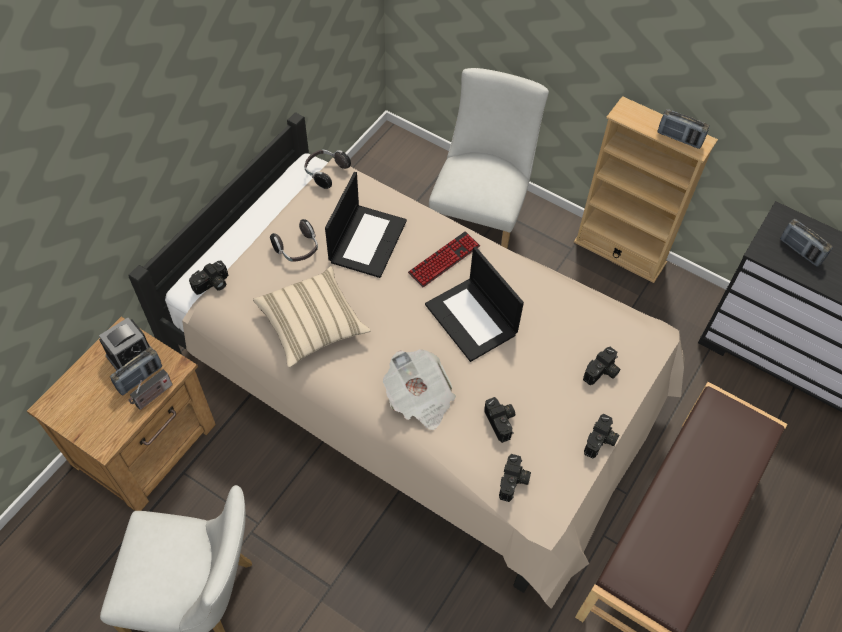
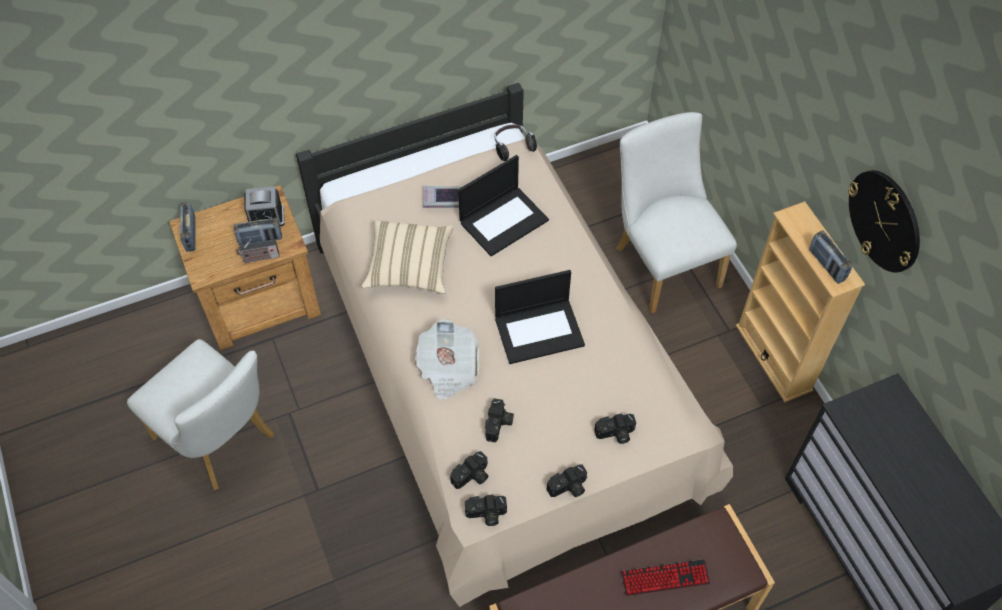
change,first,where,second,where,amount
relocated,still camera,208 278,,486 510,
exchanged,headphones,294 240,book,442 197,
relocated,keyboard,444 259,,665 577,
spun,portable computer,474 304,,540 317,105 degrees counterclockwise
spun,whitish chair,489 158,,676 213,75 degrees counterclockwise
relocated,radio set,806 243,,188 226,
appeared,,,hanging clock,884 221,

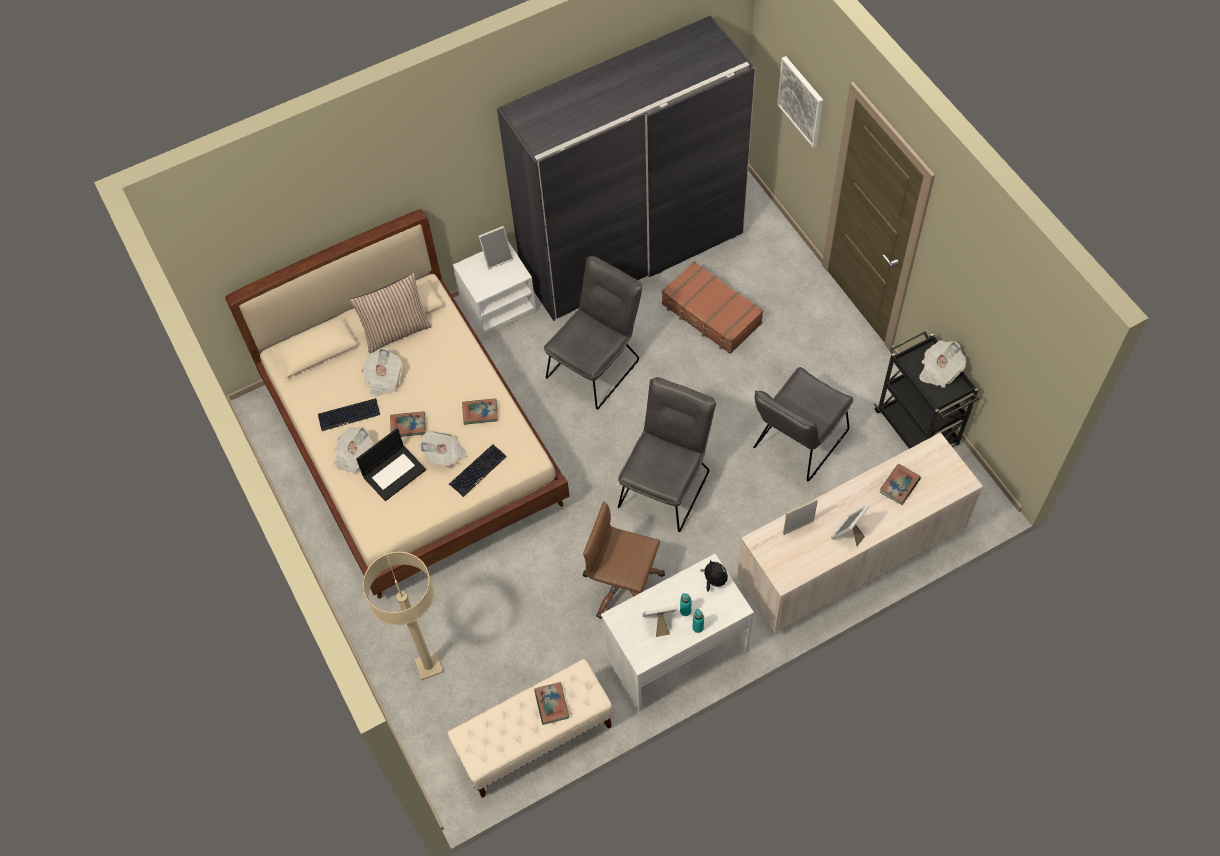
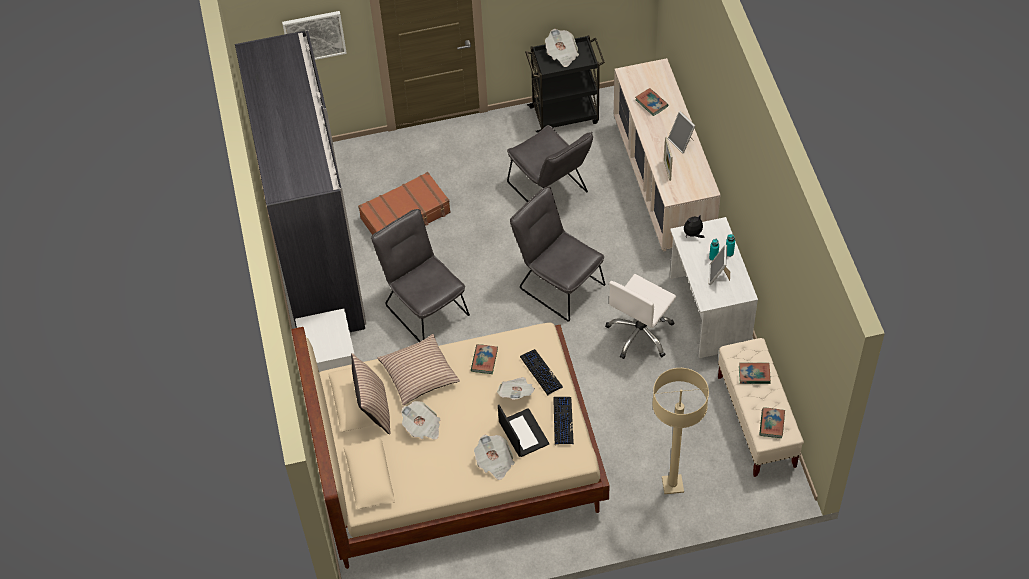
change,first,where,second,where,amount
relocated,keyboard,349 414,,563 420,
relocated,book,408 424,,772 422,
missing,standing frame,496 247,,,
colour,brownish desk chair,624 560,whitish desk chair,640 316,
appeared,,,cushion,418 369,

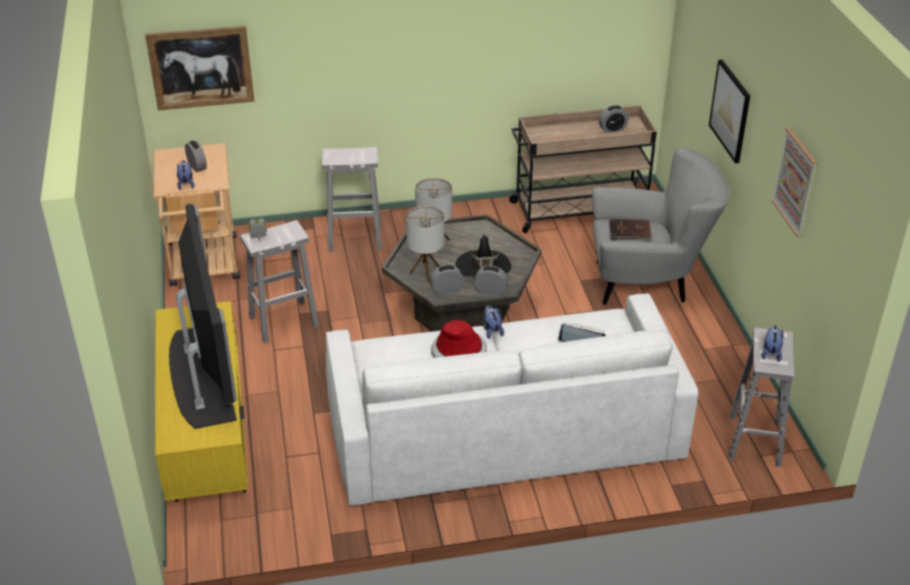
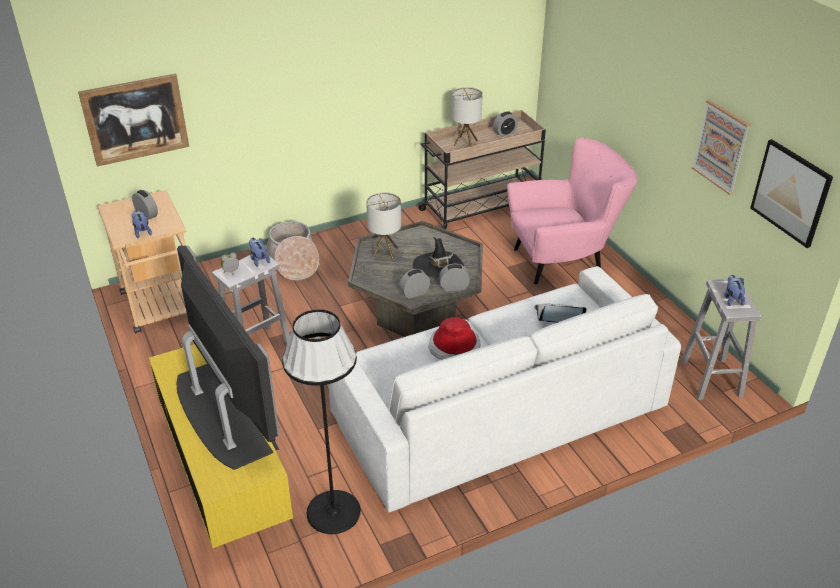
change,first,where,second,where,amount
exchanged,whitish stool seat,352 199,household basket,293 251,
relocated,lamp for a table,425 244,,467 117,
relocated,cuddly toy,494 322,,259 252,
colour,greyish armchair,660 226,pink-coloured armchair,572 211,
missing,brownish book,631 230,,,
relocated,picture,729 111,,791 193,
appeared,,,blackish standing lamp,321 421,

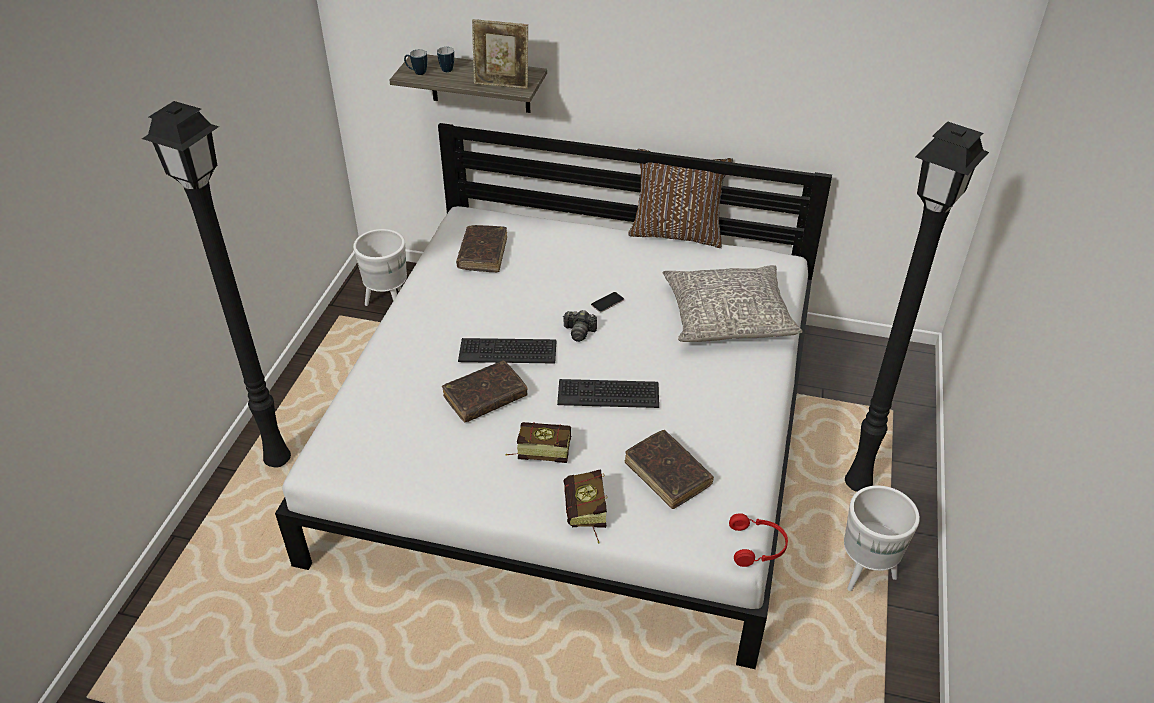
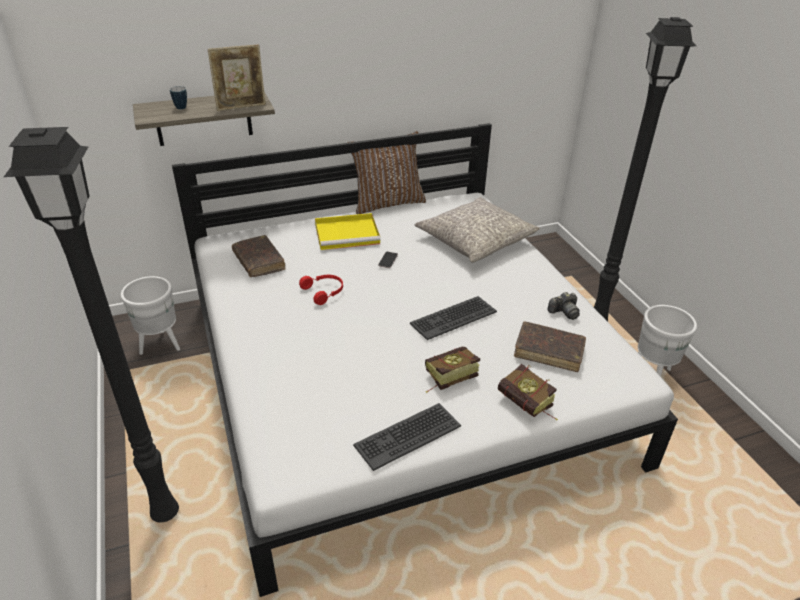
change,first,where,second,where,amount
missing,mug,415 62,,,
missing,brownish book,485 391,,,
relocated,keyboard,507 351,,407 437,
relocated,still camera,580 326,,563 306,
relocated,red-coloured headphones,758 540,,321 290,
appeared,,,yellow-coloured tray,347 231,

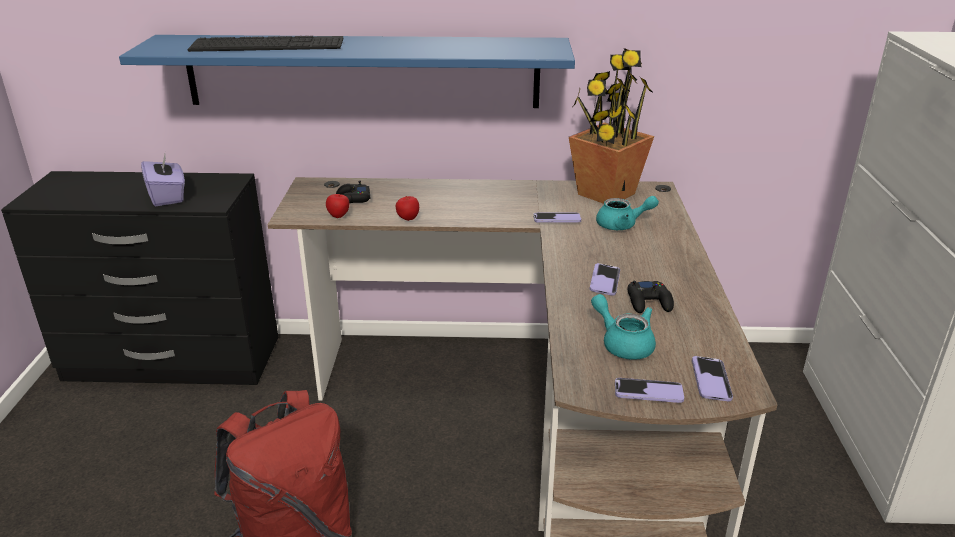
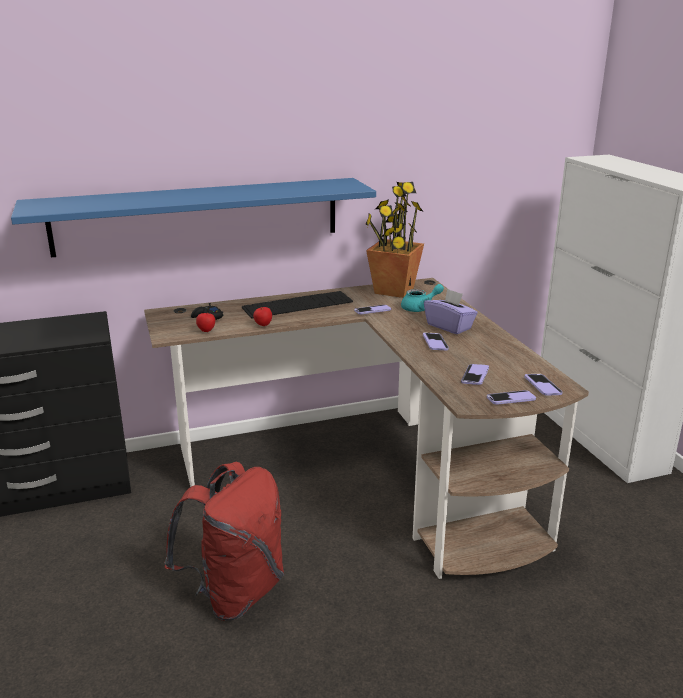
change,first,where,second,where,amount
relocated,purplish tissue box,163 180,,451 312,
relocated,keyboard,265 44,,297 305,
exchanged,blue-green tea pot,623 327,handset,475 374,
missing,blackish joypad,650 297,,,

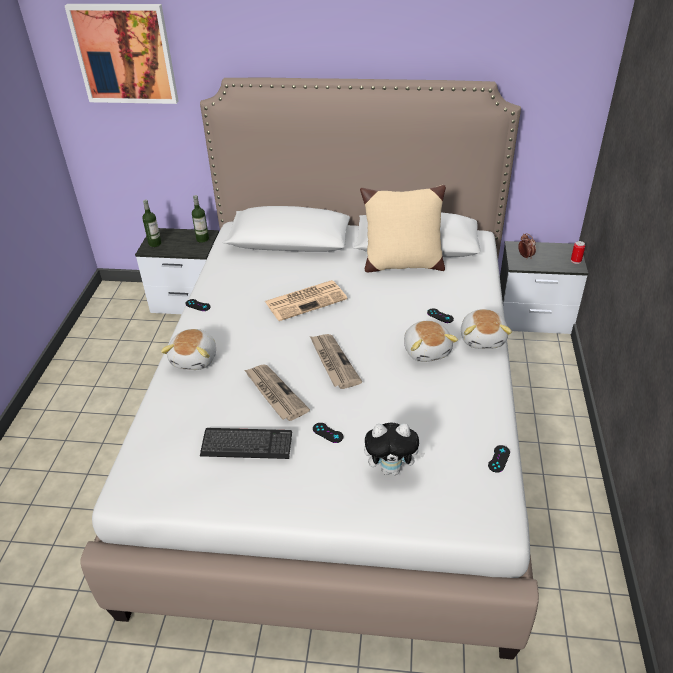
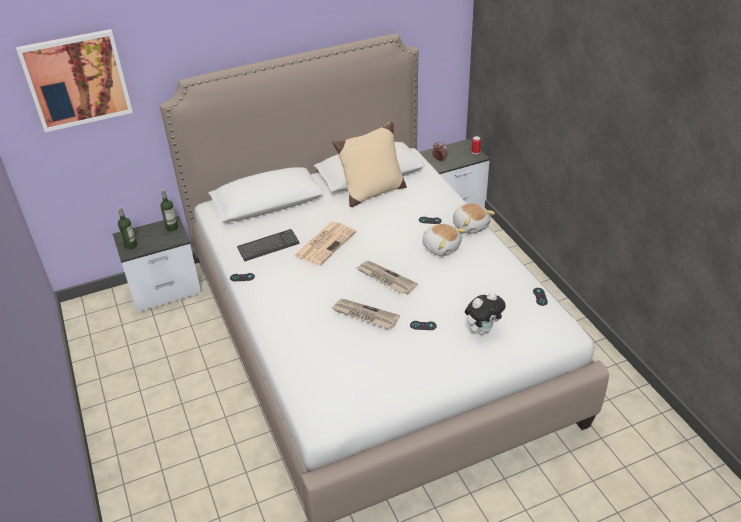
change,first,where,second,where,amount
missing,cuddly toy,188 349,,,
relocated,keyboard,246 443,,268 245,

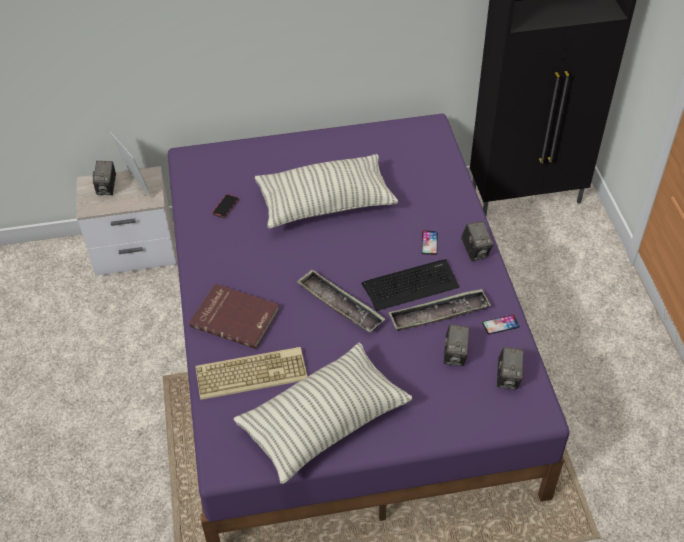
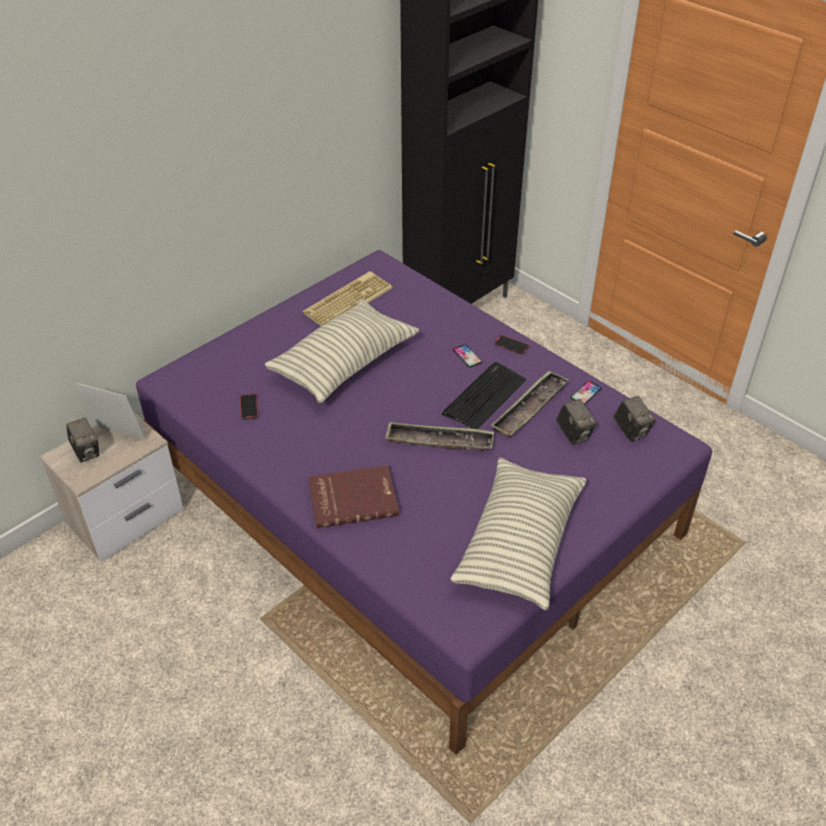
change,first,where,second,where,amount
relocated,keyboard,251 373,,348 298,
exchanged,still camera,477 241,handset,511 344,

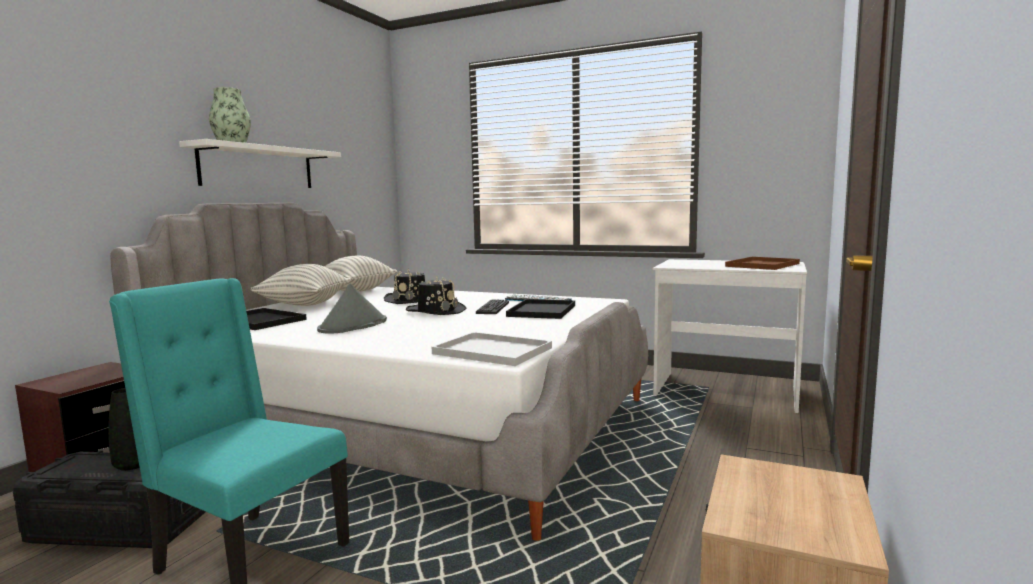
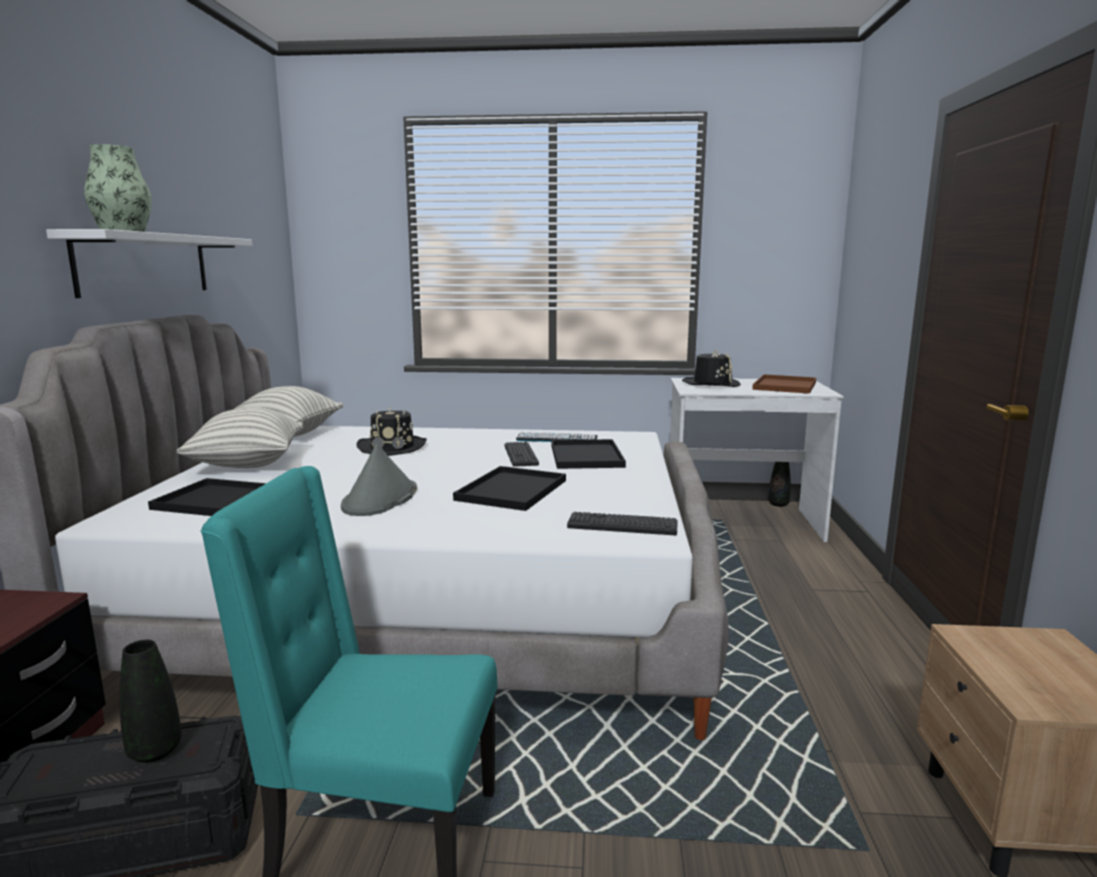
change,first,where,second,where,amount
relocated,blackish wearable hat,436 296,,711 368,
exchanged,whitish tray,492 349,keyboard,622 523,
appeared,,,blackish tray,509 488,
appeared,,,blackish decorative vase,779 484,

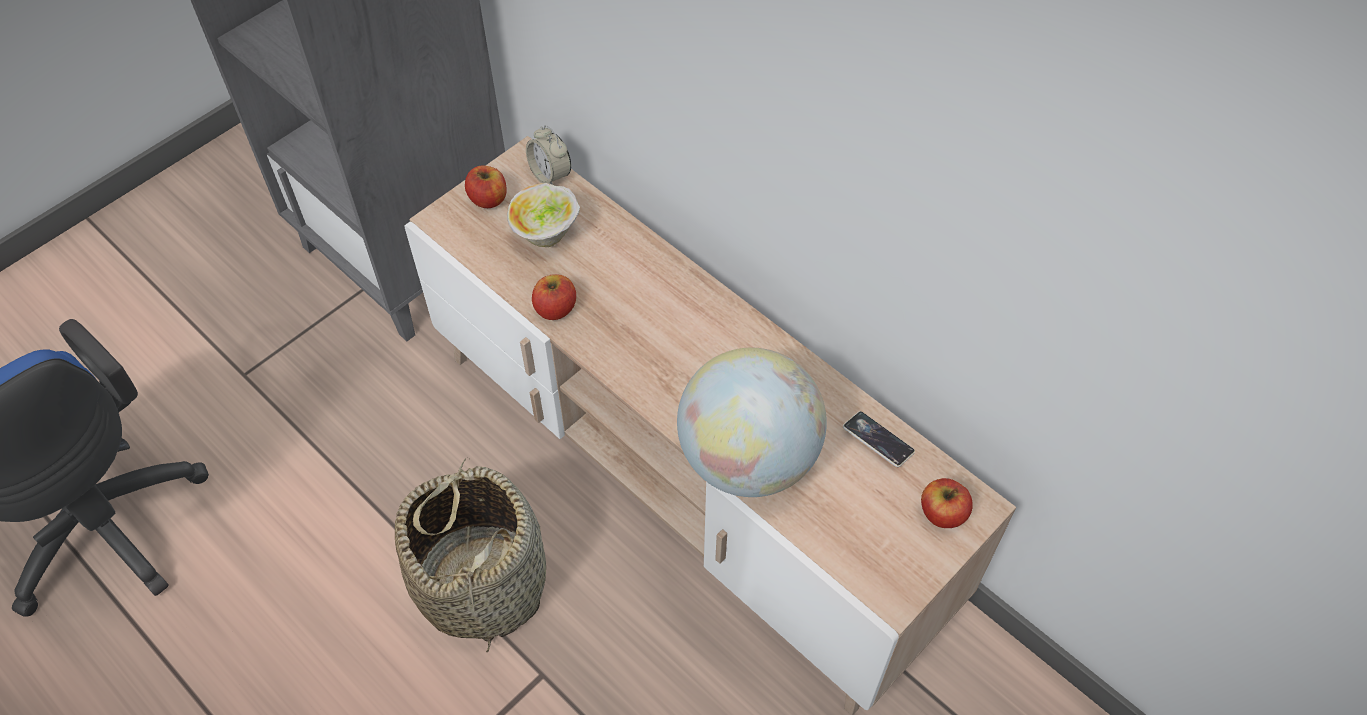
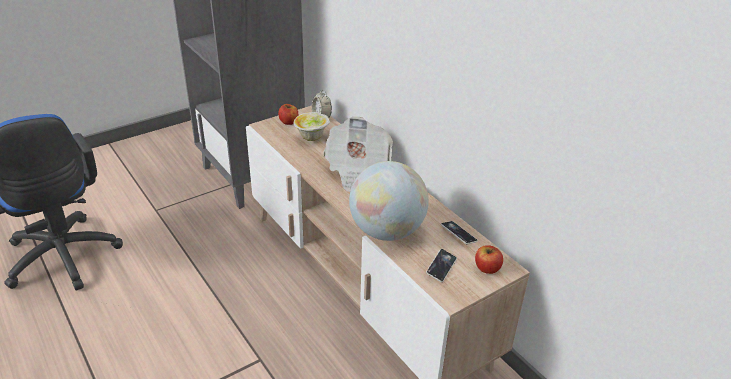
change,first,where,second,where,amount
missing,household basket,470 555,,,
missing,apple,554 297,,,
appeared,,,printed paper,358 154,
appeared,,,handset,441 265,

